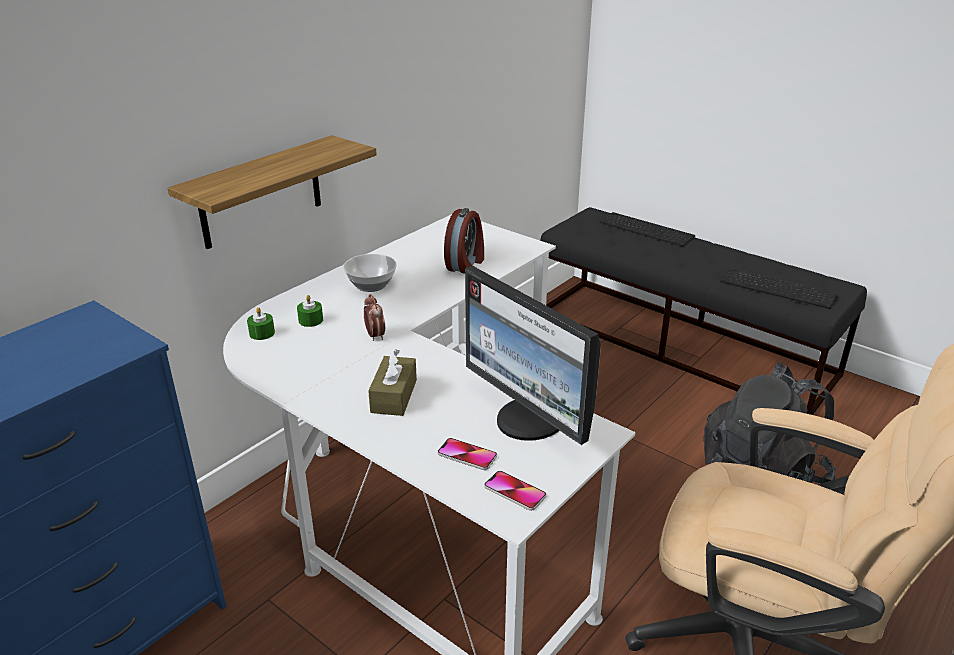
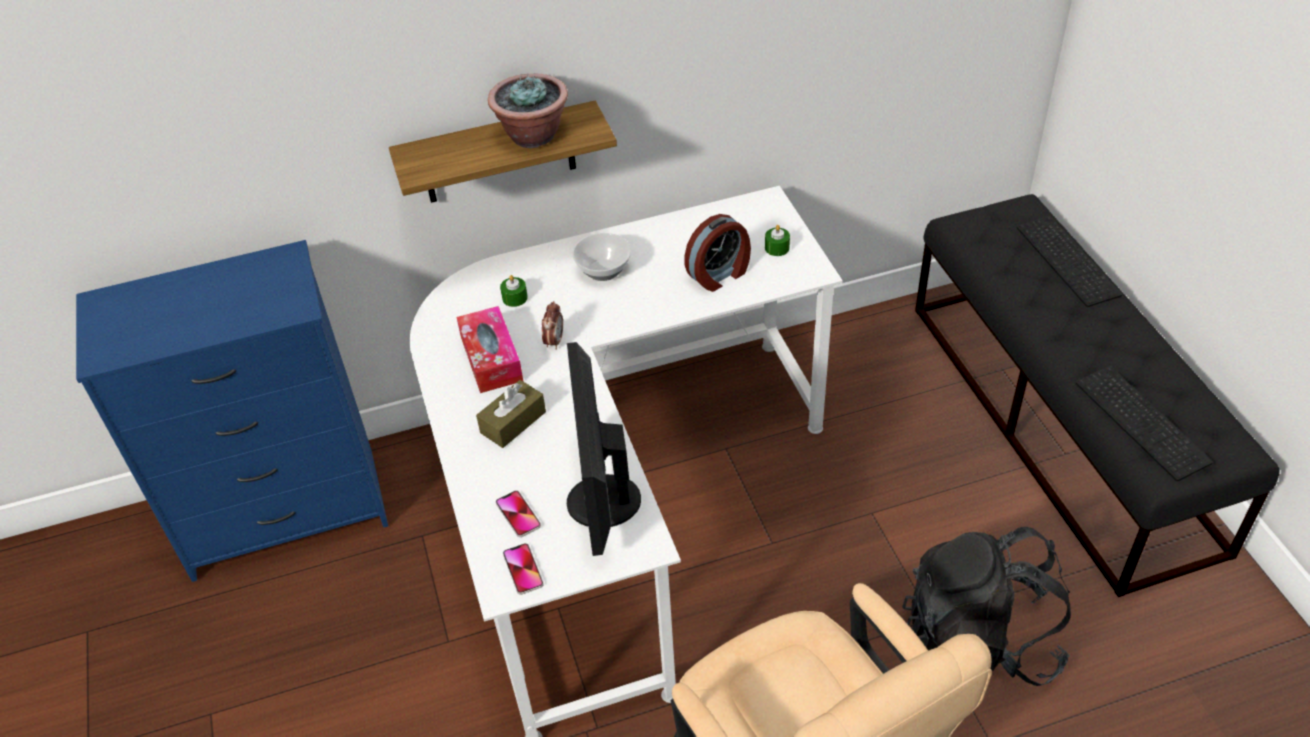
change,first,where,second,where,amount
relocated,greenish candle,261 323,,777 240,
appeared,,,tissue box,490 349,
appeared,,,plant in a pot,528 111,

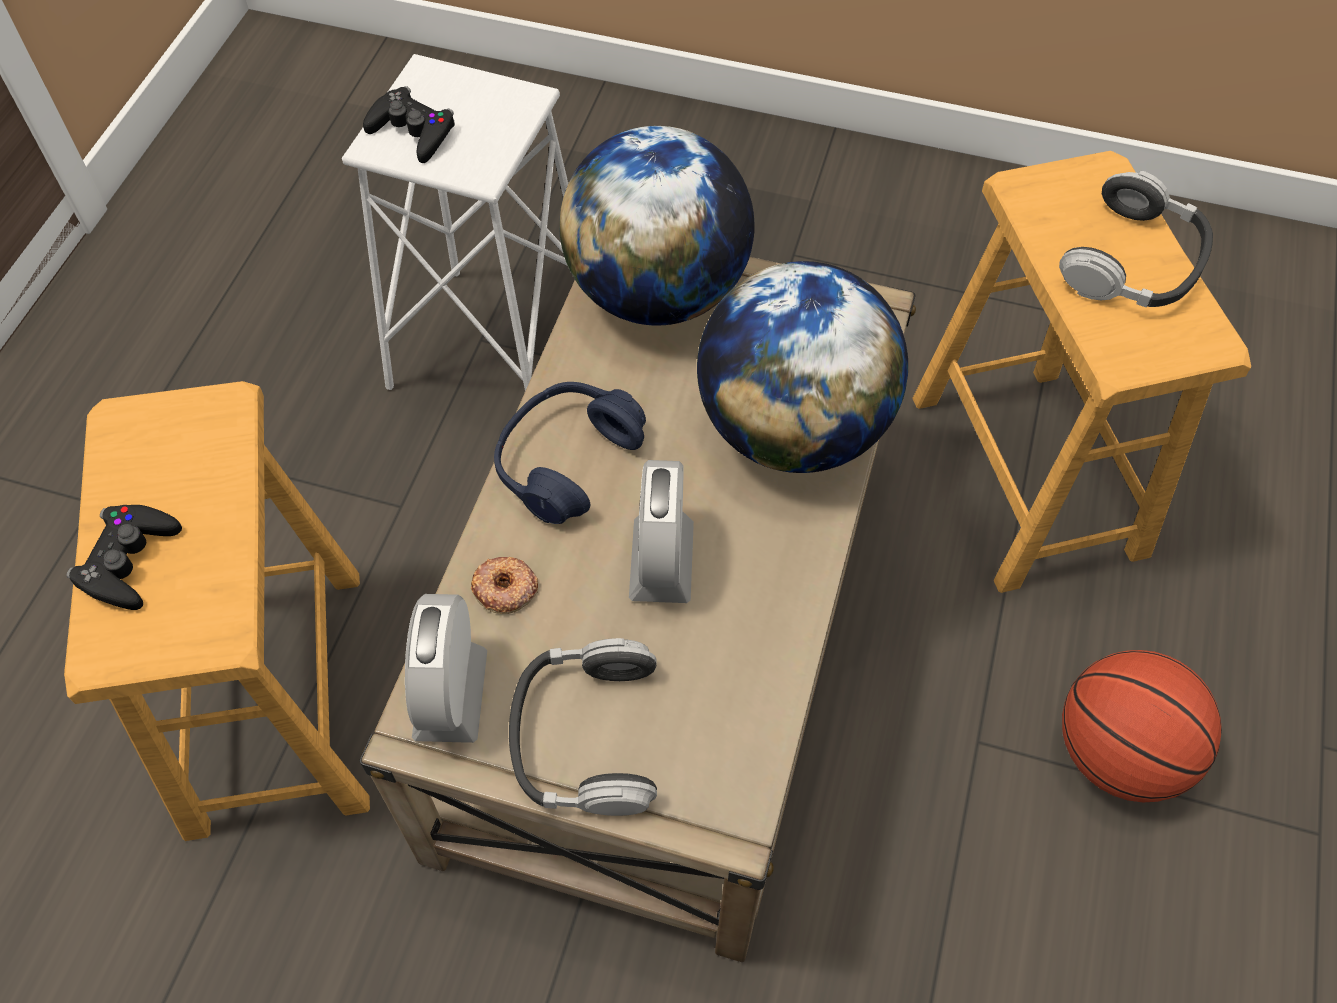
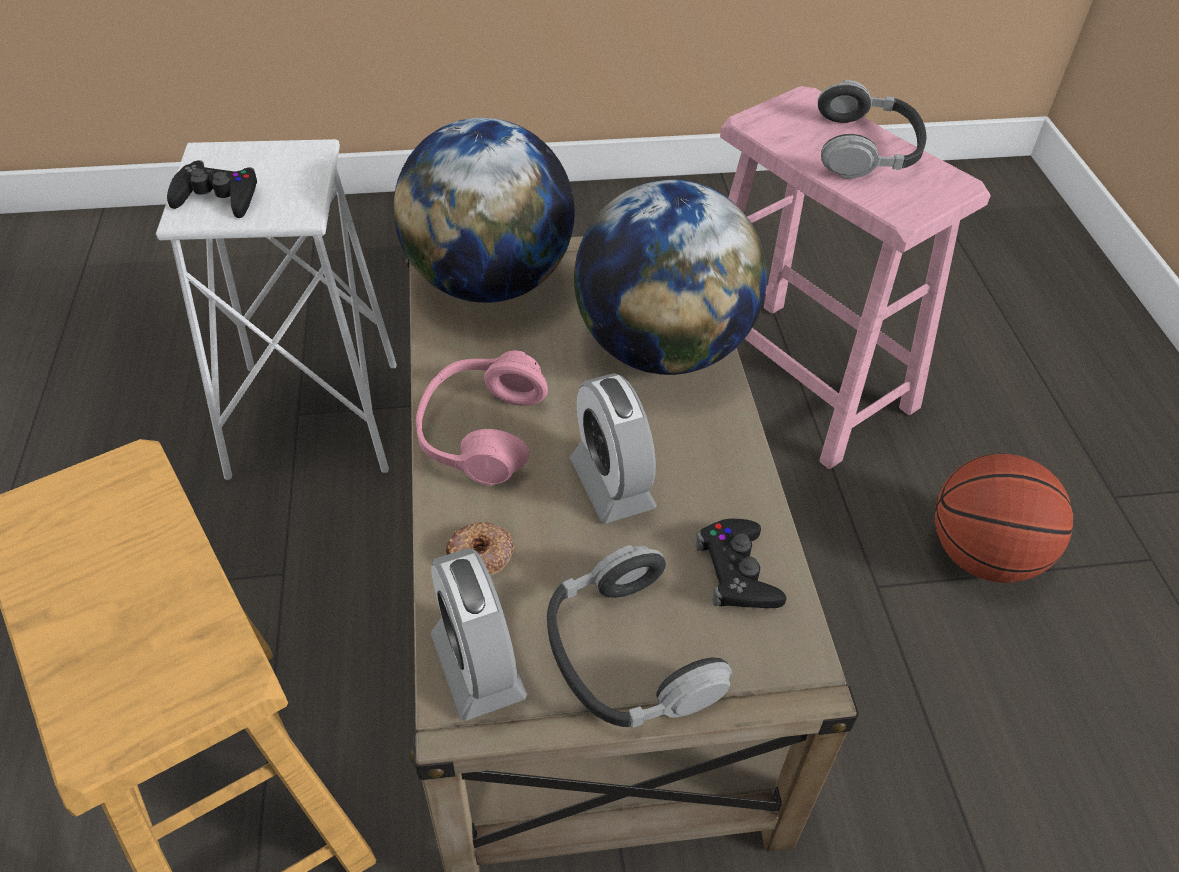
change,first,where,second,where,amount
relocated,blackish joypad,124 557,,741 563,
colour,blue headphones,570 453,pink-coloured headphones,482 418,
colour,brownish stool seat,1081 372,pink-coloured stool seat,855 277,

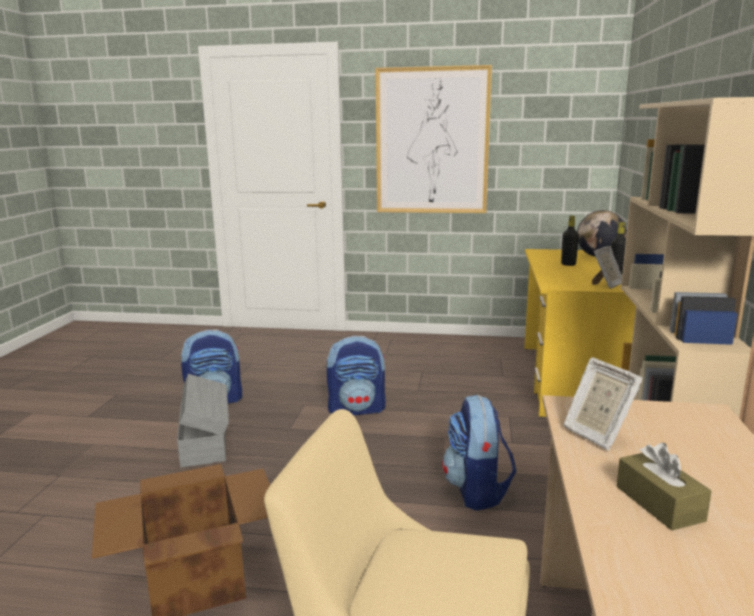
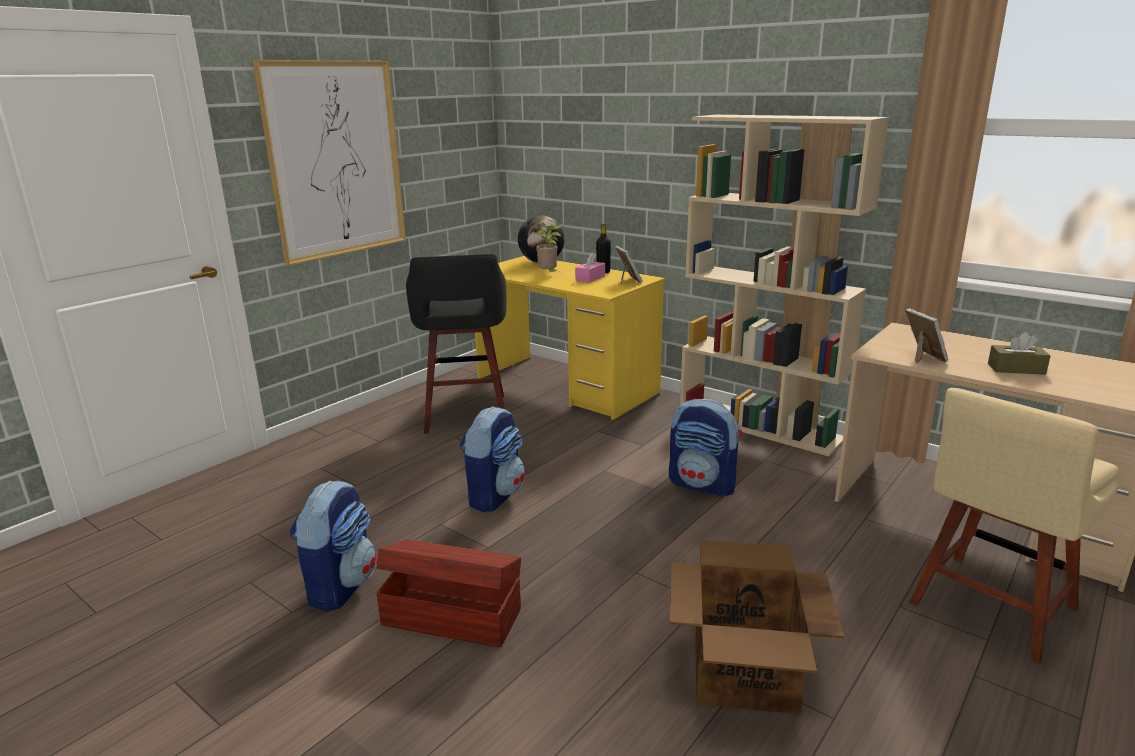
change,first,where,second,where,amount
colour,greyish storage box,203 421,brownish storage box,448 593,
exchanged,blackish beverage bottle,570 241,plant in a pot,549 248,
spun,standing frame,603 403,,926 335,105 degrees counterclockwise
appeared,,,blackish stool seat,456 344,
appeared,,,pink-coloured tissue box,590 267,

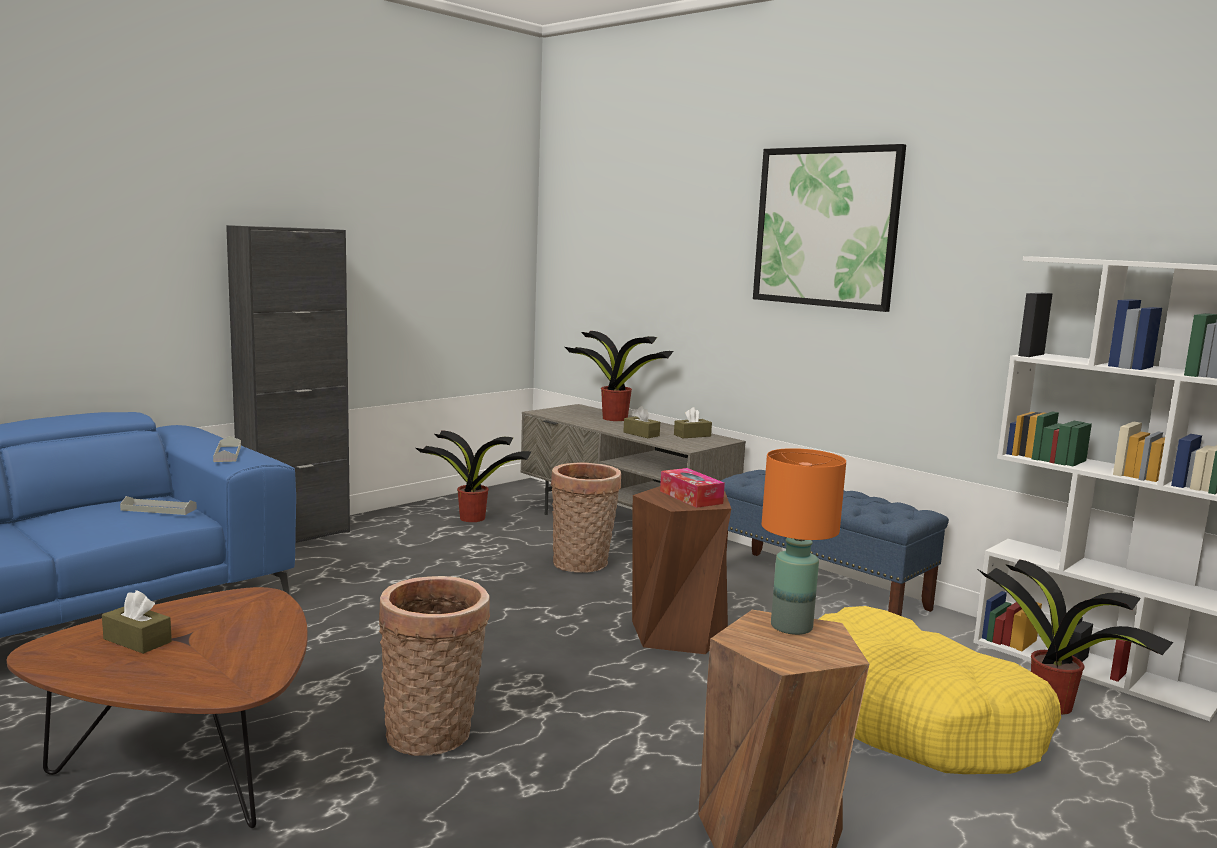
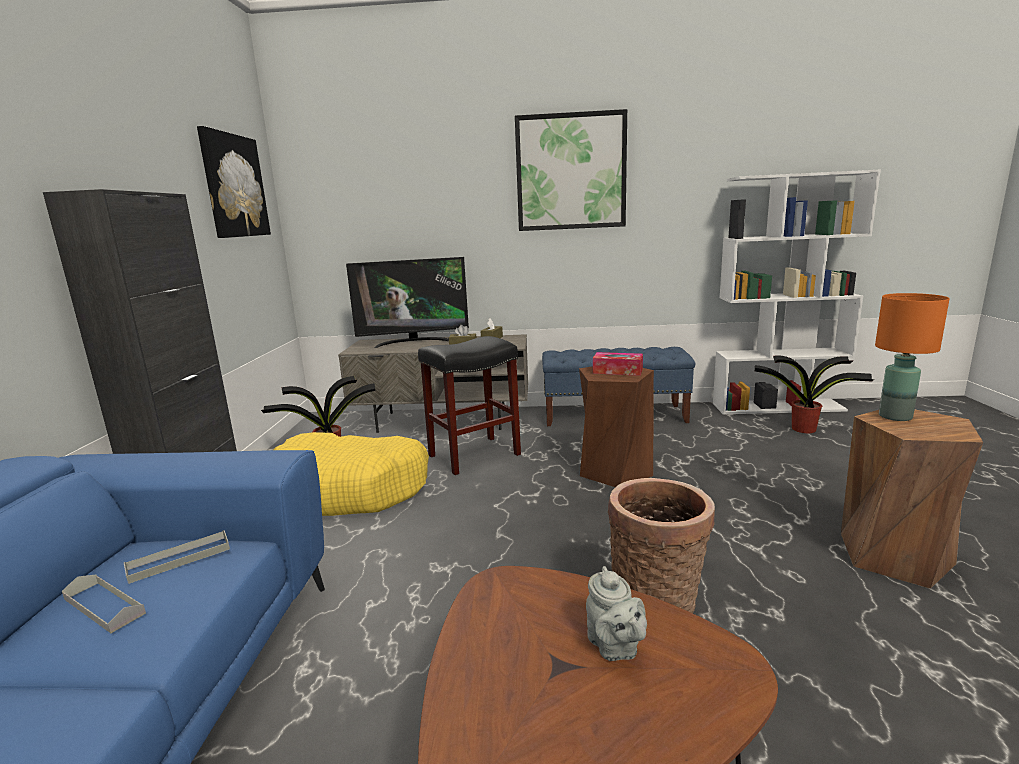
change,first,where,second,where,amount
missing,brownish tissue box,137 622,,,
relocated,greyish tray,227 449,,104 603,
exchanged,household basket,586 518,blackish stool seat,469 405,
exchanged,plant in a pot,619 376,television,407 302,
relocated,yellow-coloured dog cushion,940 690,,351 474,
appeared,,,picture,234 182,
appeared,,,greyish tea pot,616 613,

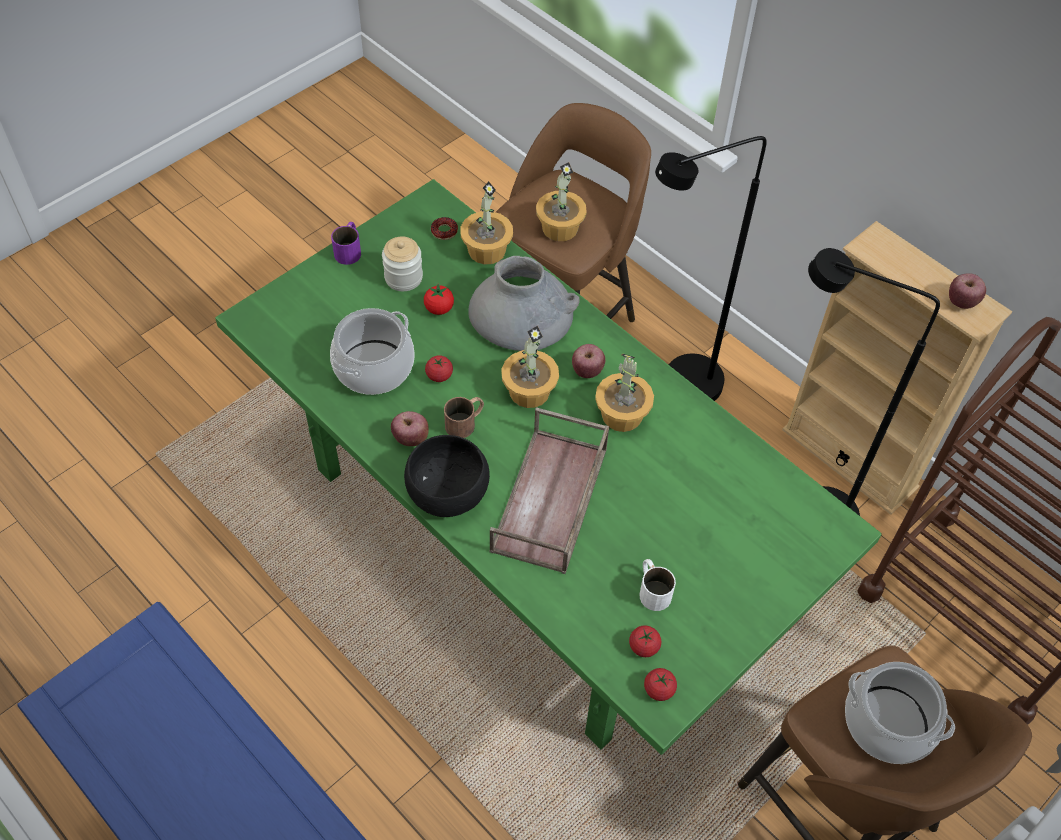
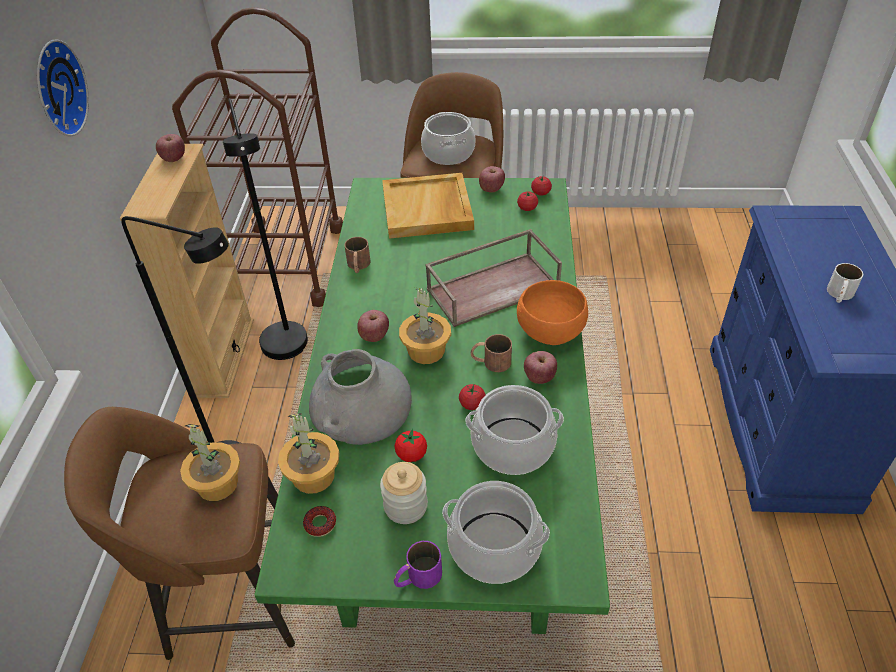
change,first,where,second,where,amount
colour,blackish bowl,447 476,orange bowl,552 312,
missing,plant in a pot,624 393,,,
relocated,whitish mug,657 585,,845 283,
appeared,,,hanging clock,63 88,
appeared,,,brownish mug,357 255,
appeared,,,sand-coloured tray,428 206,
appeared,,,saucepot,496 532,
appeared,,,apple,492 179,

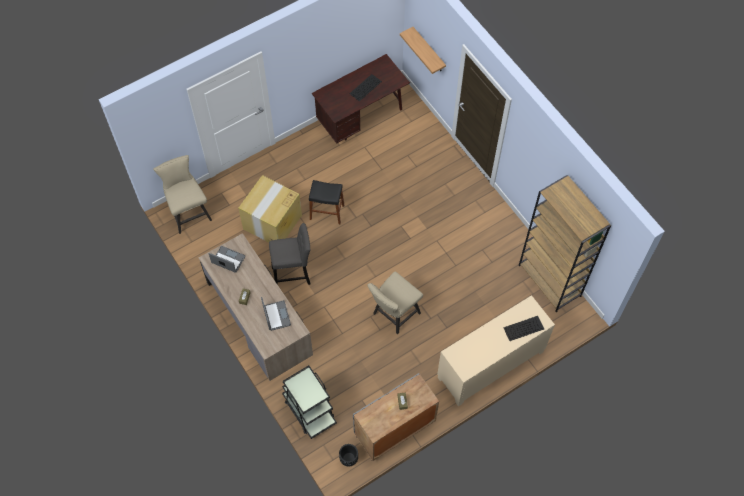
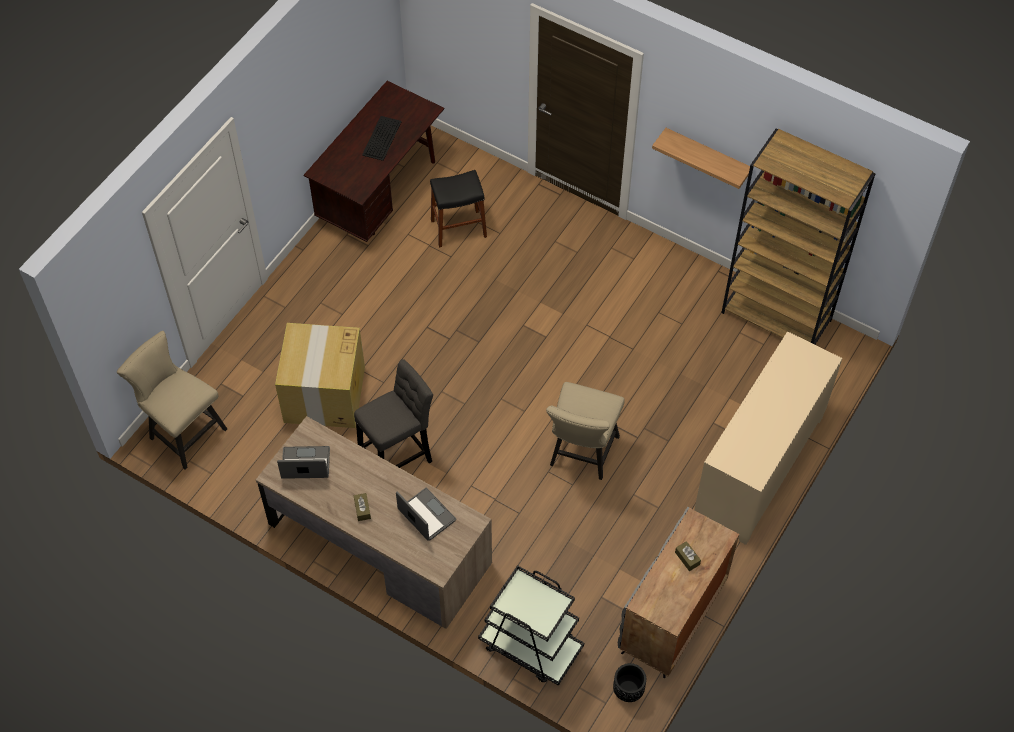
change,first,where,second,where,amount
relocated,blackish stool seat,326 202,,458 208,
relocated,wall shelf,423 50,,701 158,
missing,keyboard,523 328,,,

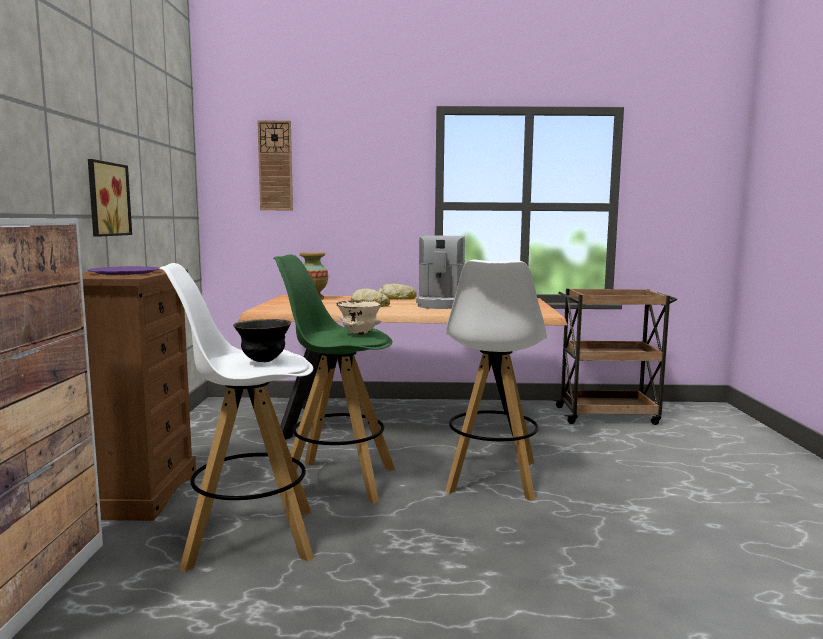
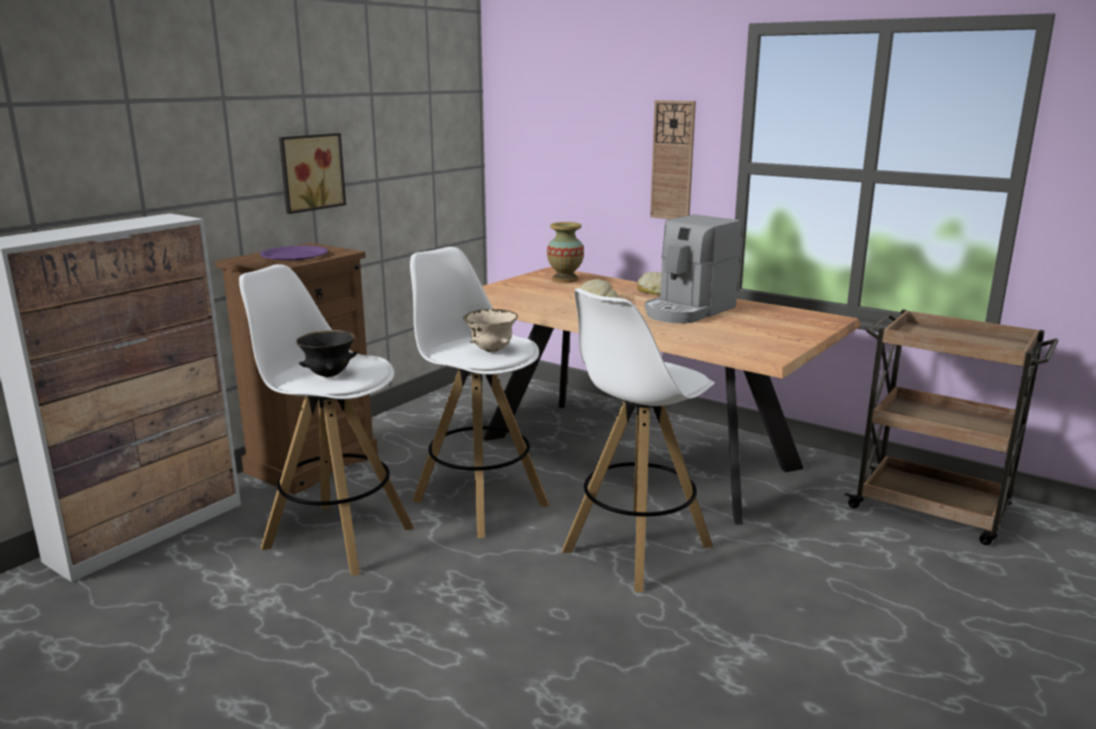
change,first,where,second,where,amount
relocated,hanging clock,275 165,,673 159,
colour,greenish stool seat,334 378,whitish stool seat,479 392,

